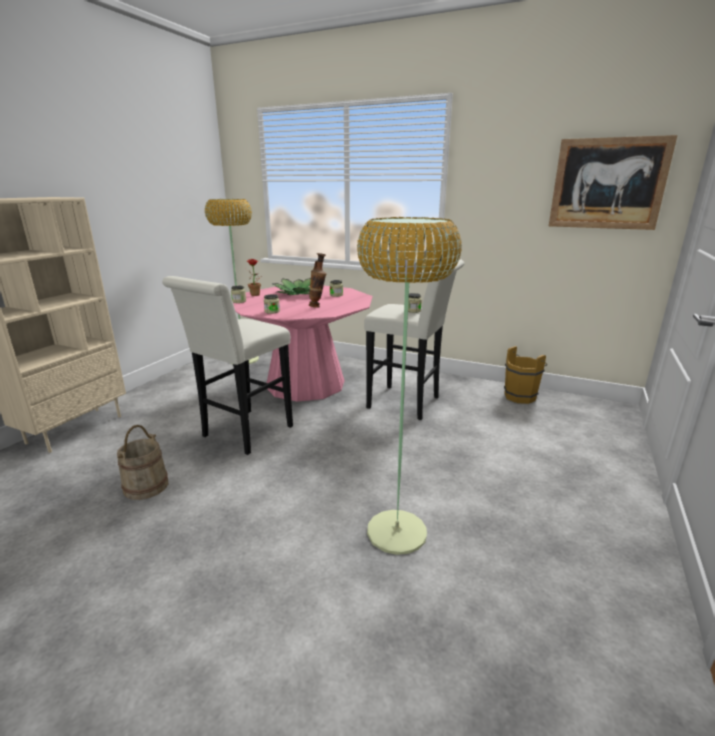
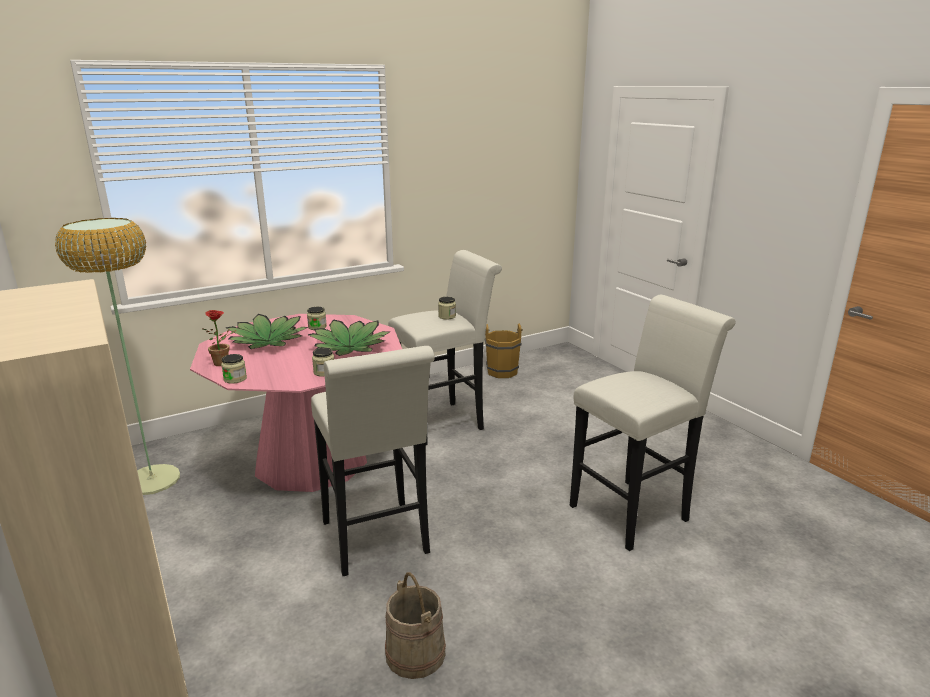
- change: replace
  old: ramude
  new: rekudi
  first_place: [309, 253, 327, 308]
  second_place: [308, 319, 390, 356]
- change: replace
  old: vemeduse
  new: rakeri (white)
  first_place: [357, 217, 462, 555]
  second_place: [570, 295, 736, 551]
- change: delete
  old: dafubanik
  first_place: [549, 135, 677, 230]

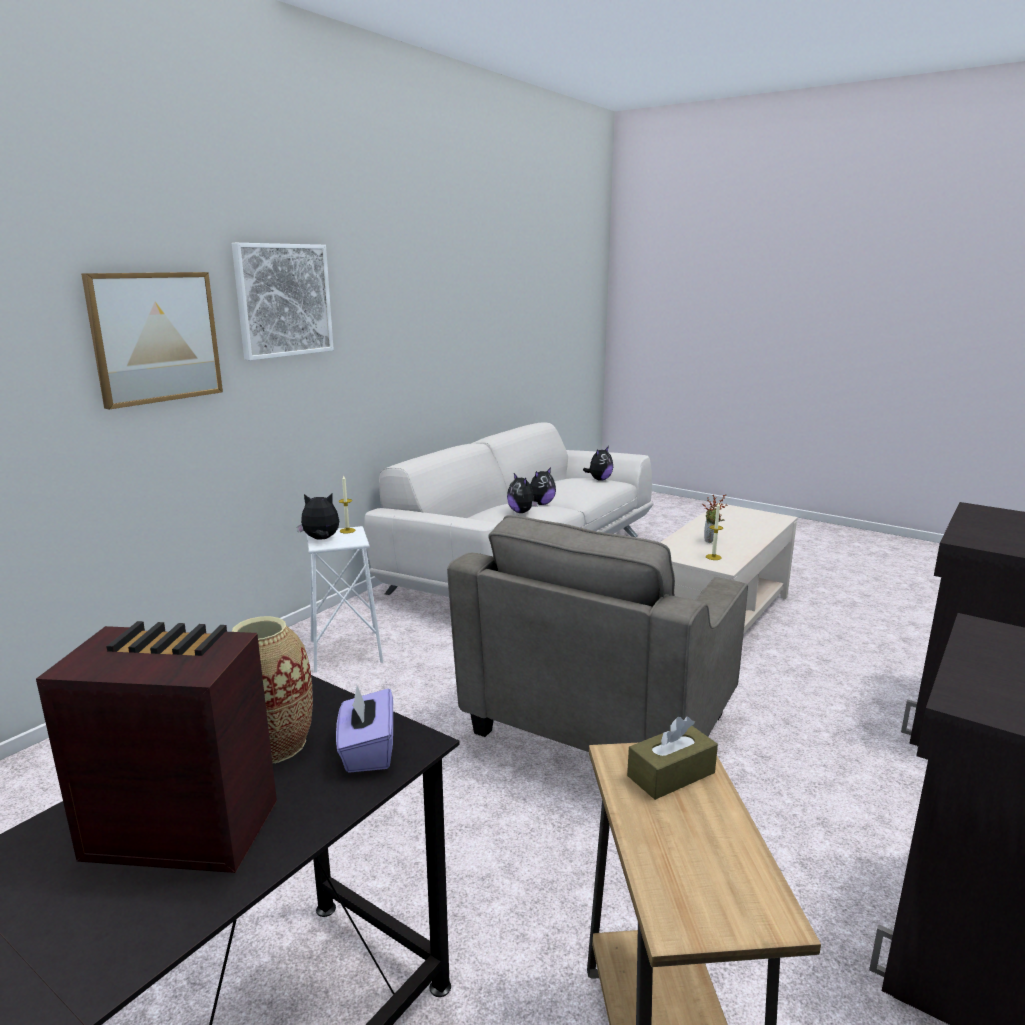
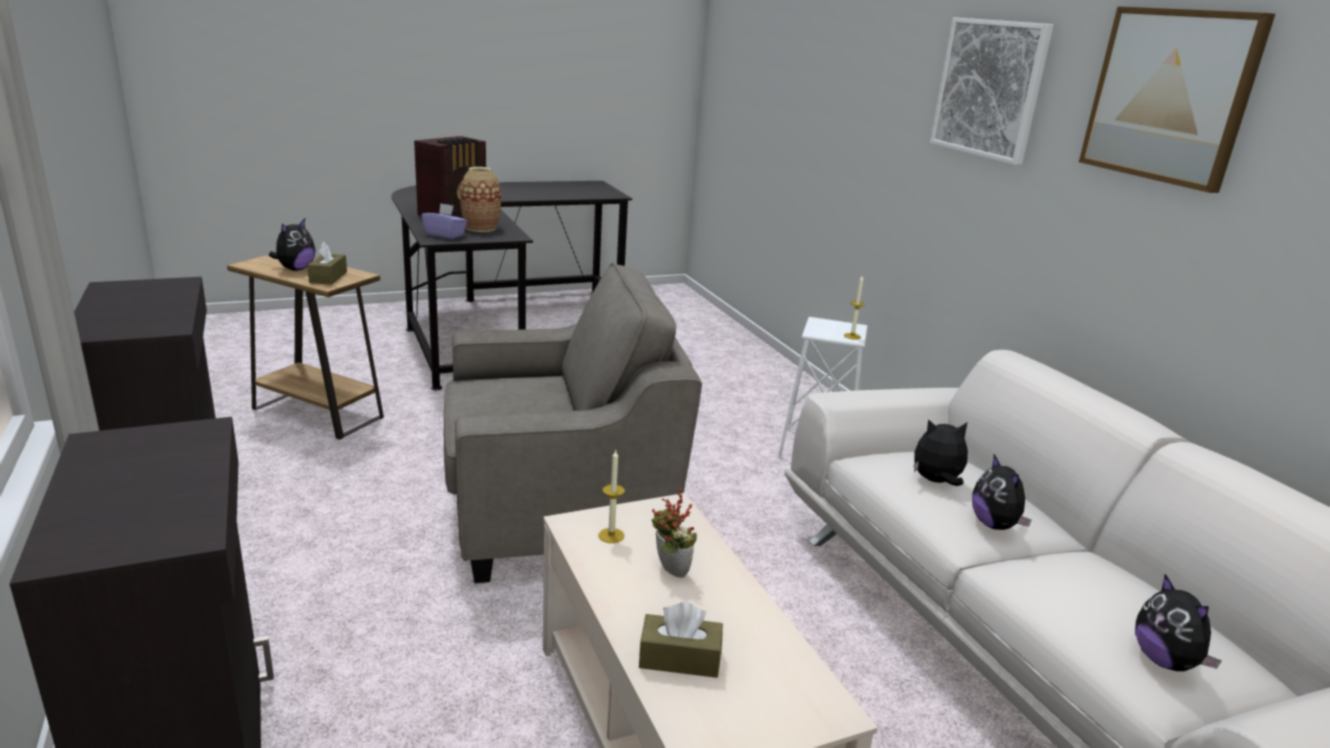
- change: move
  old: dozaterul
  first_place: [297, 494, 339, 540]
  second_place: [269, 219, 315, 271]
- change: rotate
  old: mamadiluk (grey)
  first_place: [447, 515, 748, 752]
  second_place: [444, 263, 702, 583]
  degrees: 105
- change: insert
  new: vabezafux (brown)
  second_place: [639, 602, 723, 678]
- change: move
  old: dafubanik
  first_place: [81, 272, 223, 410]
  second_place: [1079, 6, 1275, 193]

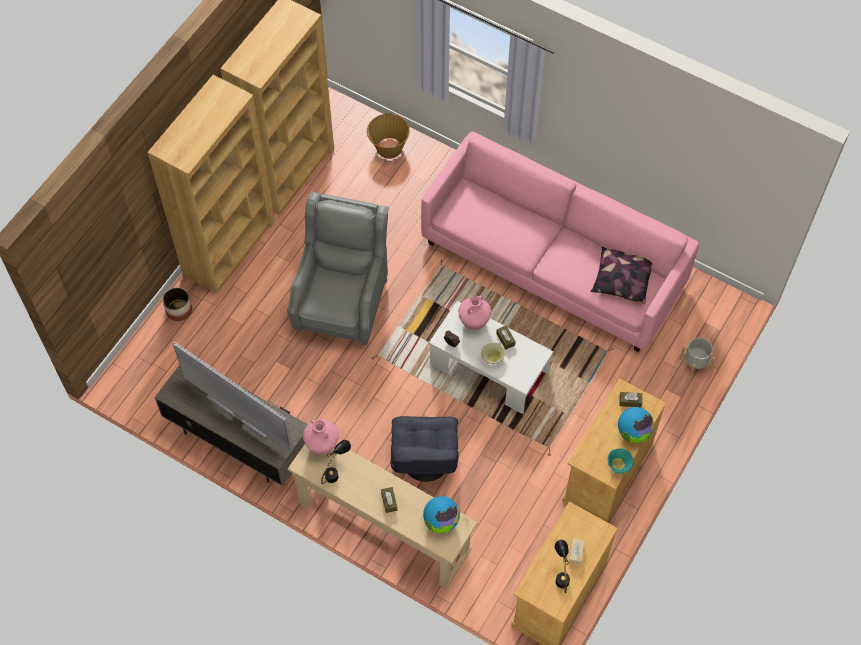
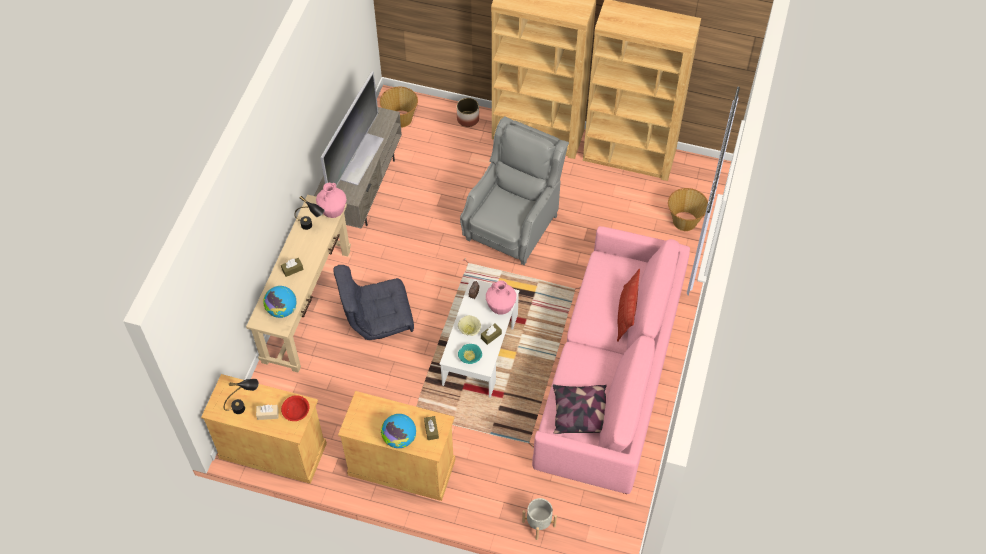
- change: insert
  new: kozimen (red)
  second_place: [281, 395, 309, 421]
- change: insert
  new: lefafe
  second_place: [380, 87, 418, 128]
- change: move
  old: kozimen (turquoise)
  first_place: [608, 449, 634, 474]
  second_place: [458, 344, 482, 364]
- change: rotate
  old: mamadiluk (grey)
  first_place: [287, 191, 389, 345]
  second_place: [460, 116, 569, 265]
  degrees: -60
- change: insert
  new: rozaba
  second_place: [617, 269, 640, 342]

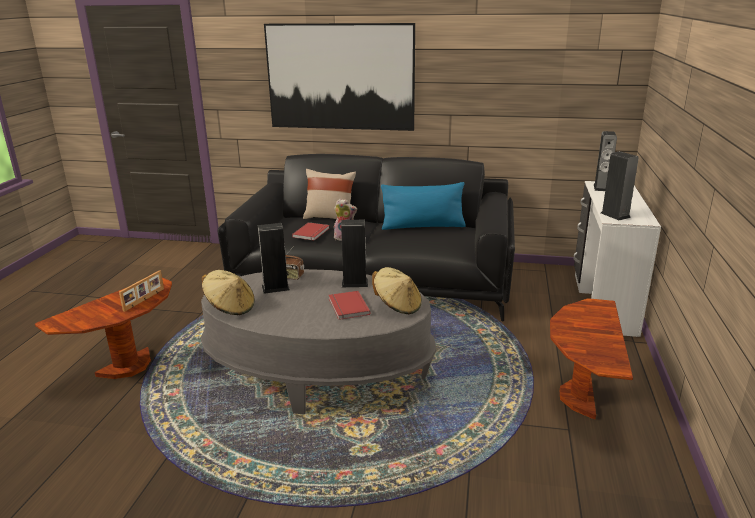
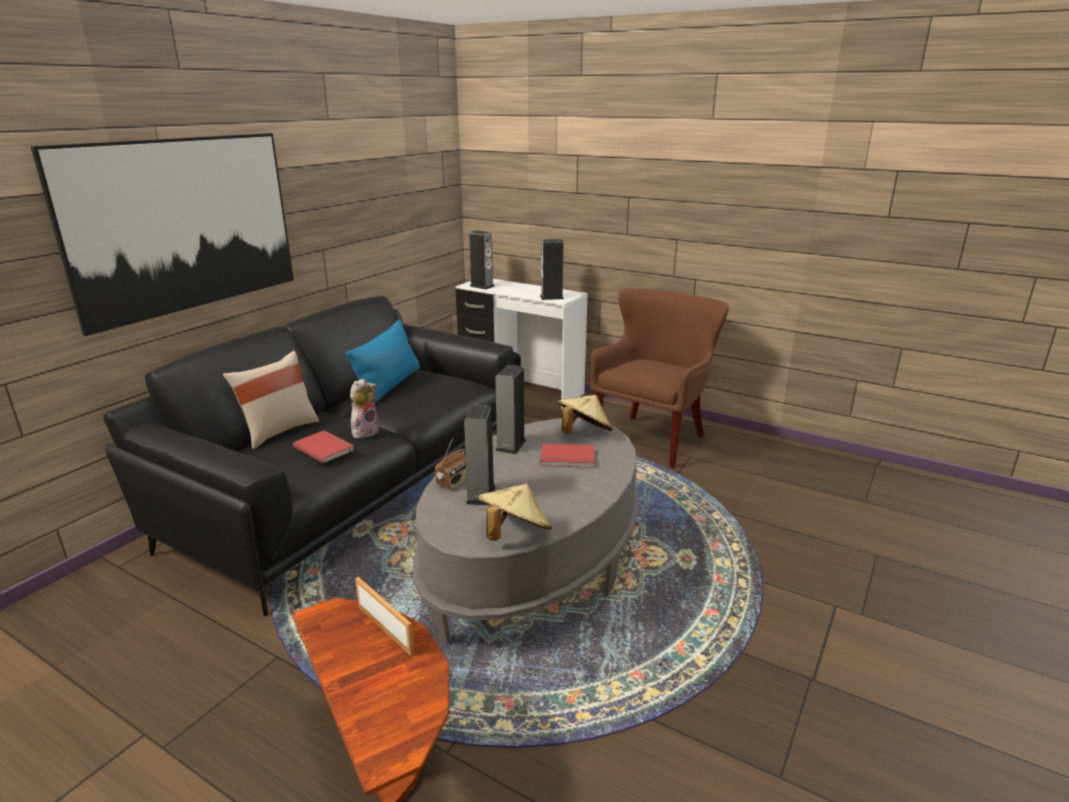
- change: replace
  old: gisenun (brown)
  new: mamadiluk (brown)
  first_place: [550, 298, 633, 419]
  second_place: [590, 288, 729, 468]

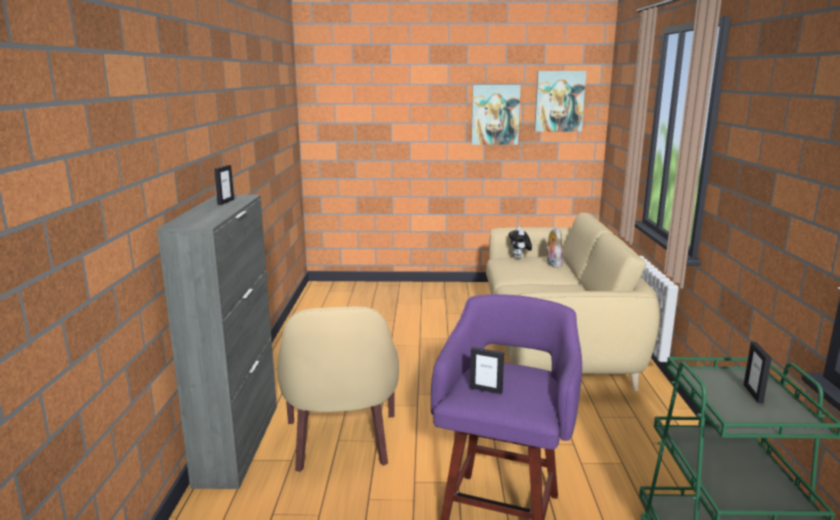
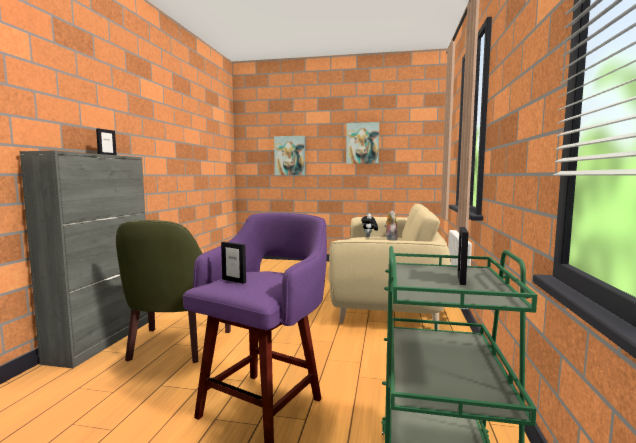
- change: recolor
  old: mamadiluk (beige)
  new: mamadiluk (green)
  first_place: [277, 306, 399, 472]
  second_place: [116, 220, 231, 363]
- change: move
  old: dafubanik
  first_place: [535, 71, 586, 132]
  second_place: [274, 136, 305, 175]

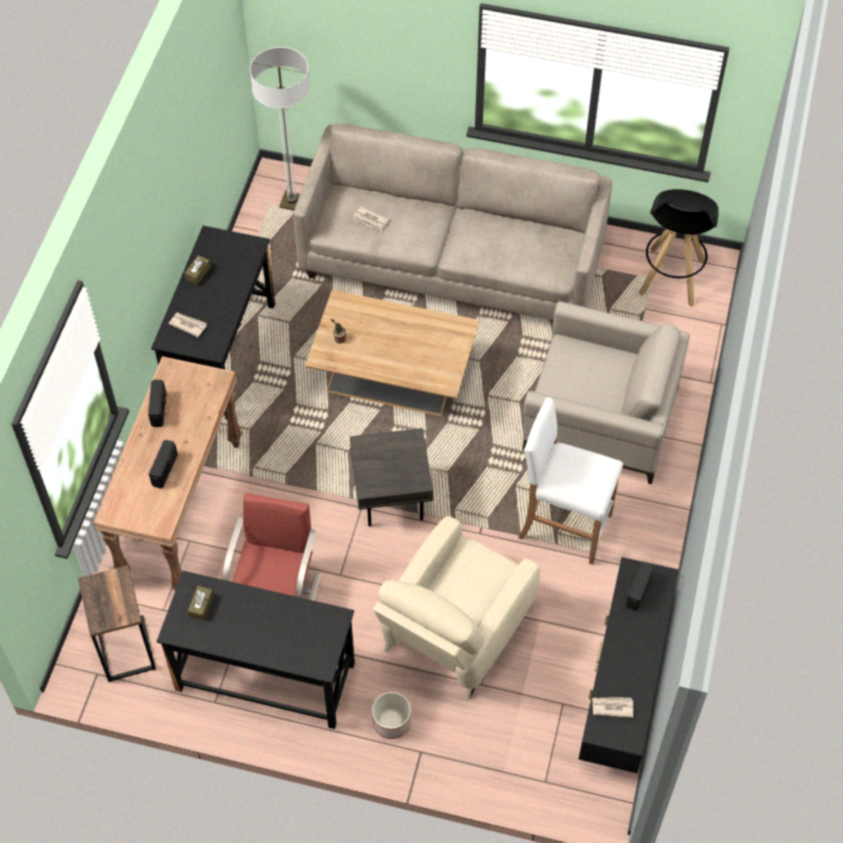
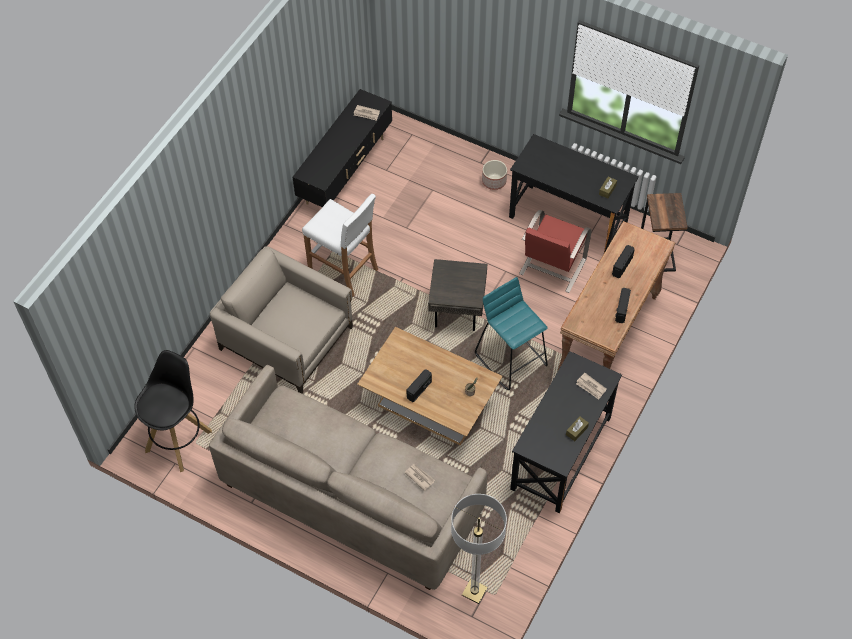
- change: move
  old: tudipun
  first_place: [626, 562, 653, 611]
  second_place: [406, 369, 432, 402]
- change: insert
  new: rakeri (turquoise)
  second_place: [475, 277, 548, 390]
- change: delete
  old: mamadiluk (beige)
  first_place: [373, 516, 540, 700]

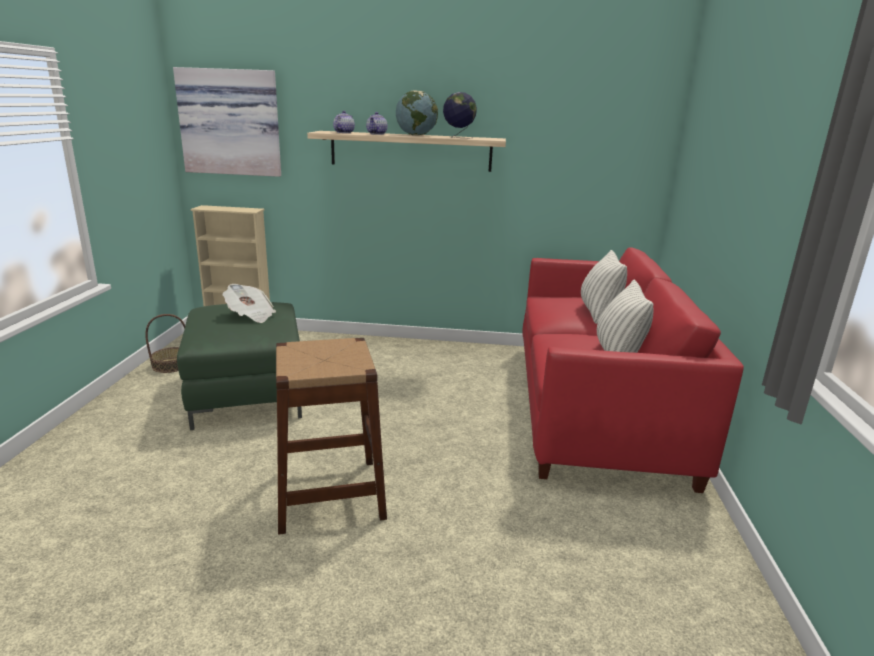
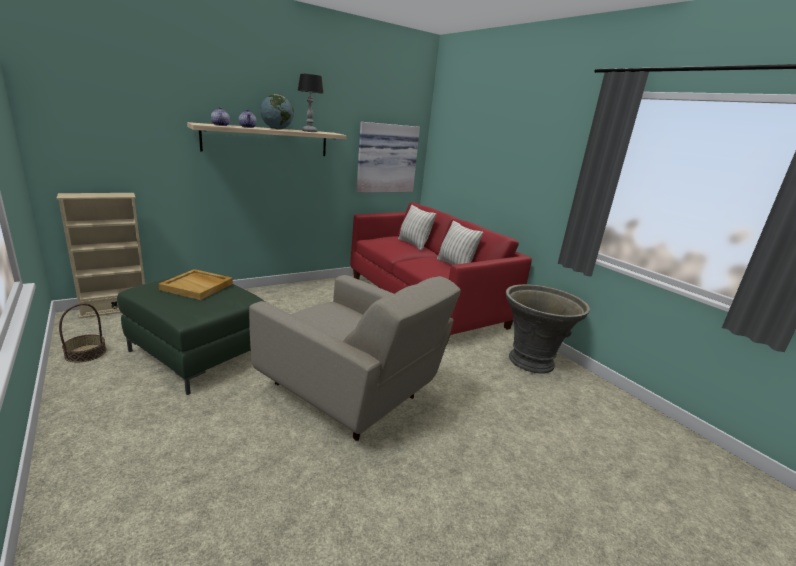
- change: replace
  old: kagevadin
  new: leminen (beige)
  first_place: [223, 284, 276, 323]
  second_place: [158, 269, 233, 300]
- change: replace
  old: rakeri (brown)
  new: mamadiluk (beige)
  first_place: [276, 338, 387, 535]
  second_place: [249, 275, 461, 441]
- change: replace
  old: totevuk
  new: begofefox
  first_place: [443, 92, 477, 138]
  second_place: [297, 73, 324, 132]
- change: move
  old: dafubanik
  first_place: [173, 67, 281, 177]
  second_place: [356, 122, 420, 193]
- change: insert
  new: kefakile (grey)
  second_place: [506, 284, 590, 373]

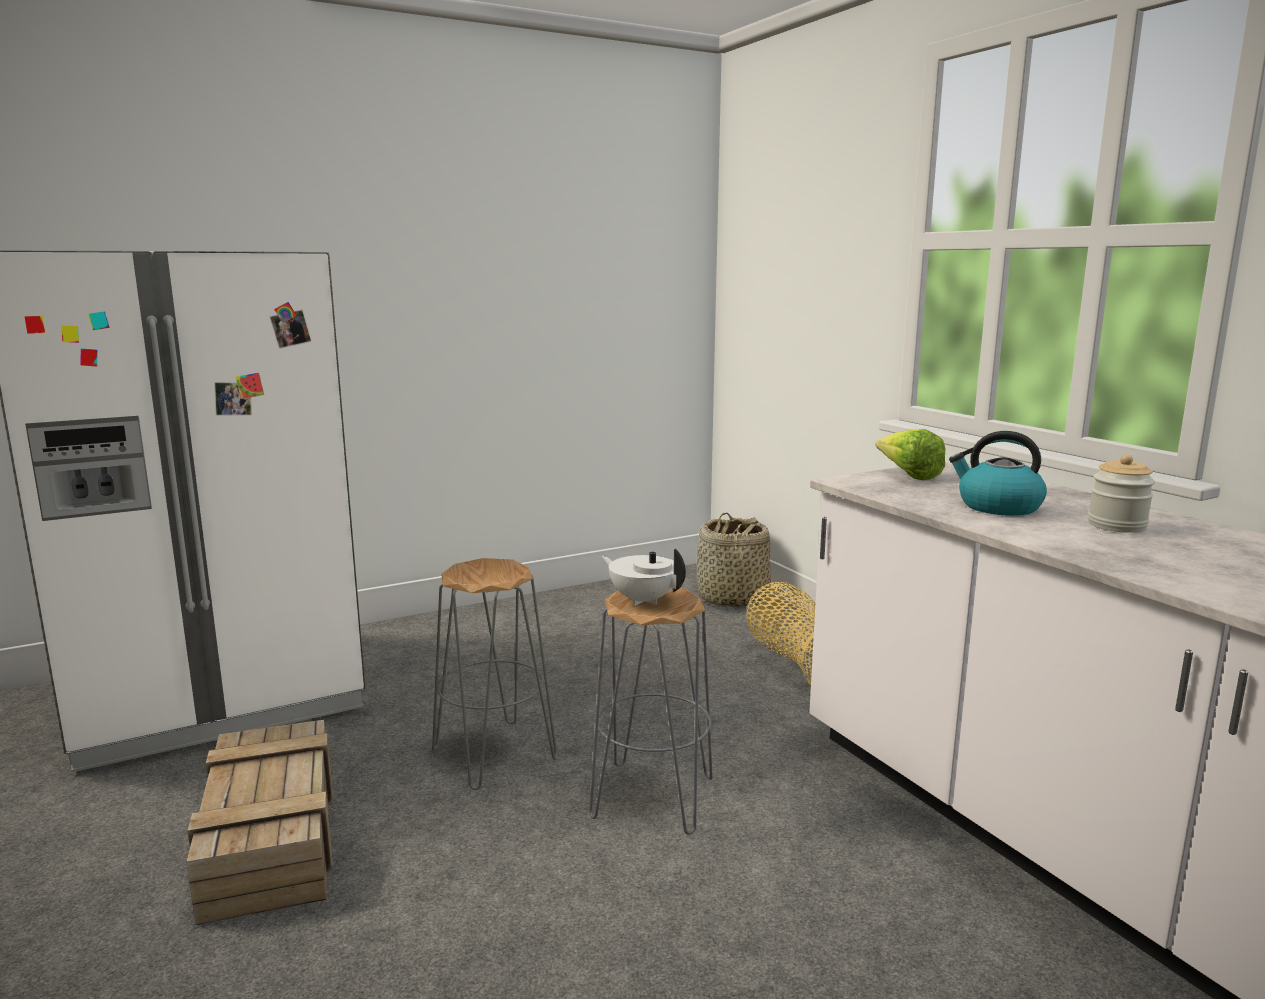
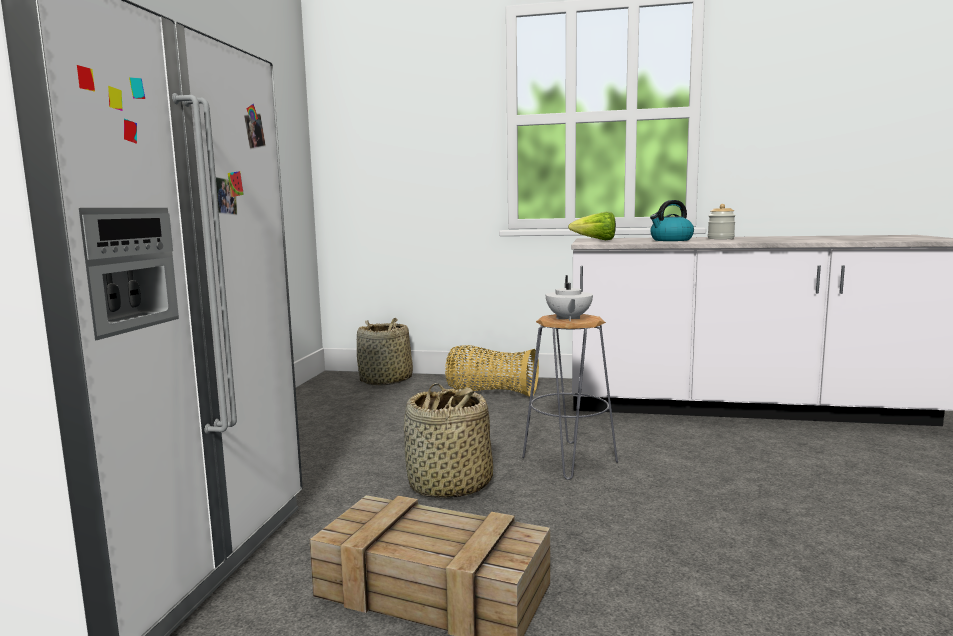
- change: replace
  old: rakeri (grey)
  new: lefafe
  first_place: [432, 558, 558, 790]
  second_place: [404, 383, 493, 499]
- change: rotate
  old: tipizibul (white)
  first_place: [601, 549, 686, 606]
  second_place: [546, 275, 593, 321]
  degrees: -75

